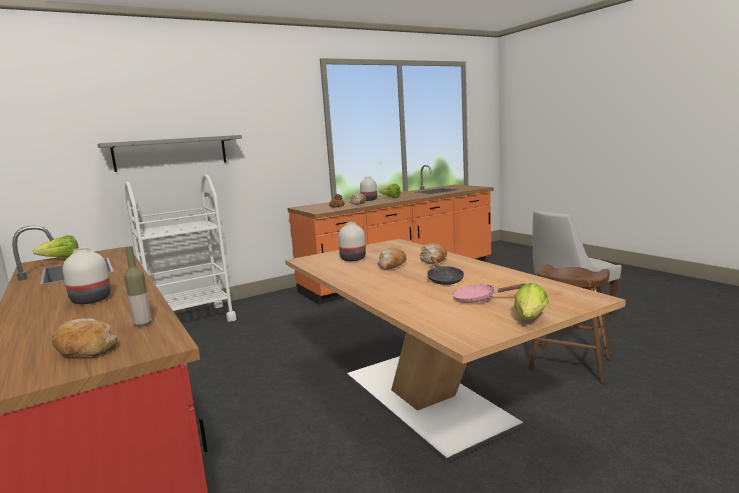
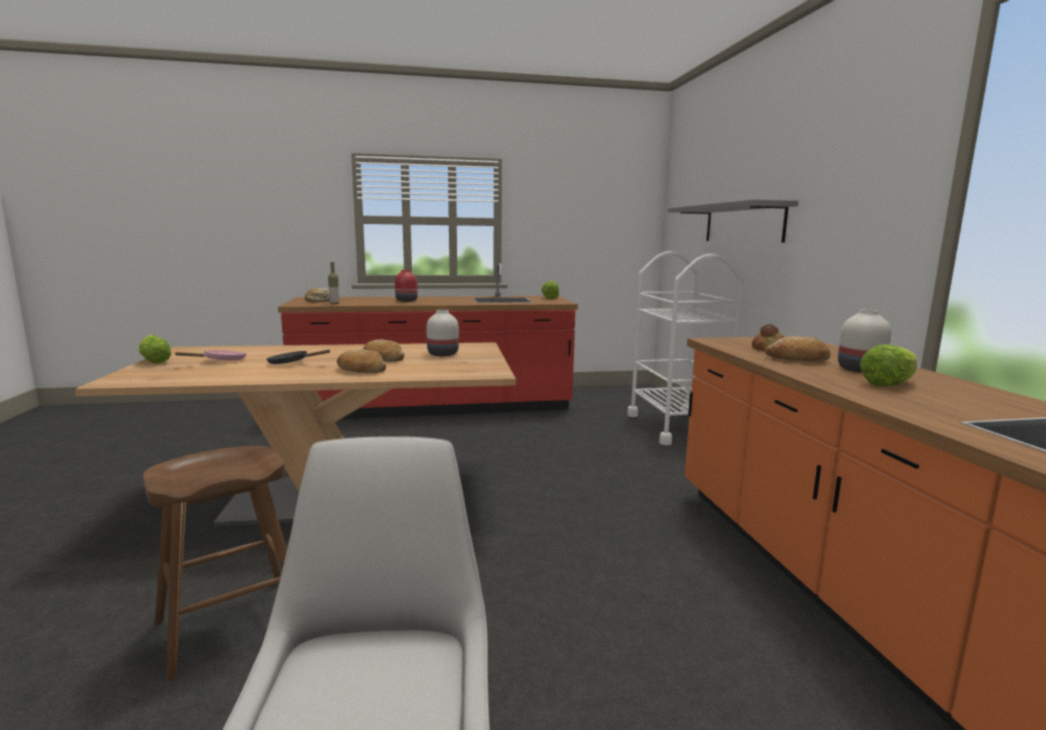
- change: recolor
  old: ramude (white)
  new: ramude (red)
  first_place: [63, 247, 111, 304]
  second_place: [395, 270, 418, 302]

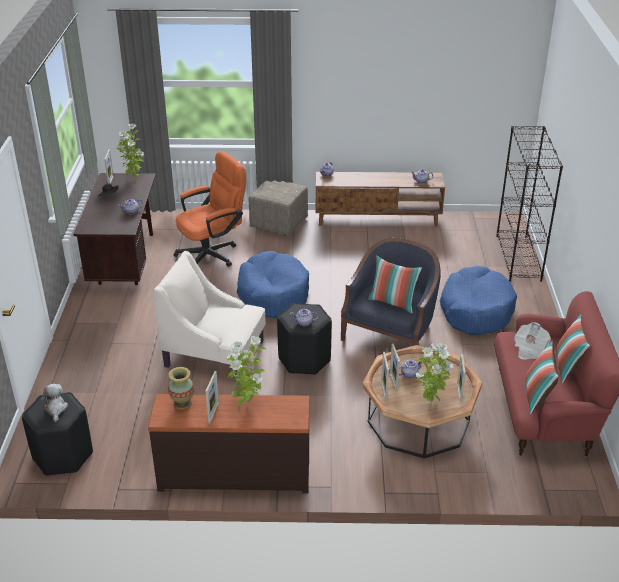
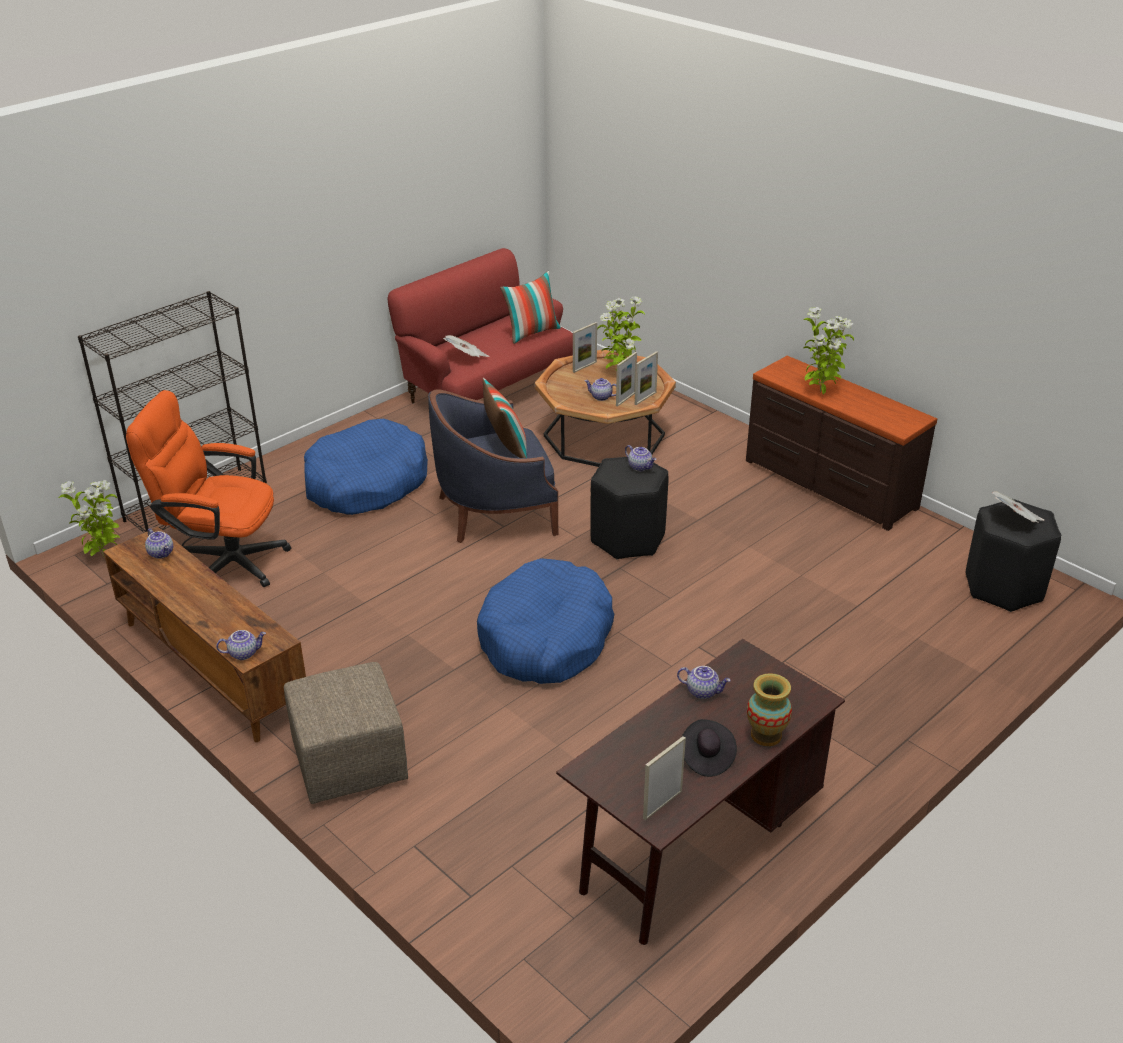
- change: move
  old: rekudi
  first_place: [115, 124, 144, 178]
  second_place: [59, 480, 120, 557]
- change: move
  old: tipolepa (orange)
  first_place: [173, 151, 246, 267]
  second_place: [126, 390, 291, 587]
- change: move
  old: ramude
  first_place: [168, 367, 194, 410]
  second_place: [747, 673, 792, 746]
- change: replace
  old: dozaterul
  new: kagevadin
  first_place: [41, 384, 68, 422]
  second_place: [992, 491, 1044, 523]
- change: delete
  old: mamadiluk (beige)
  first_place: [153, 251, 266, 380]
- change: delete
  old: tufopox
  first_place: [206, 371, 219, 423]
- change: delete
  old: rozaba
  first_place: [556, 314, 590, 384]

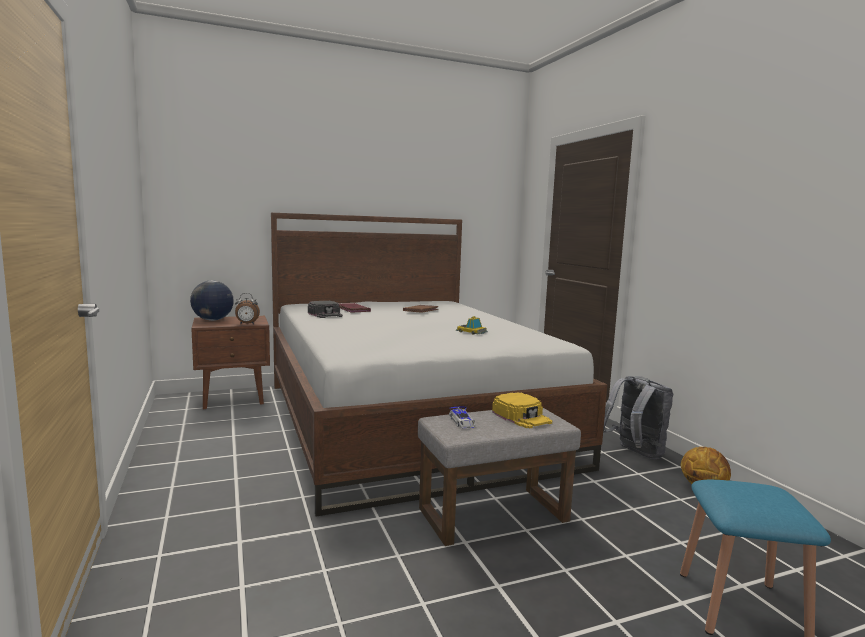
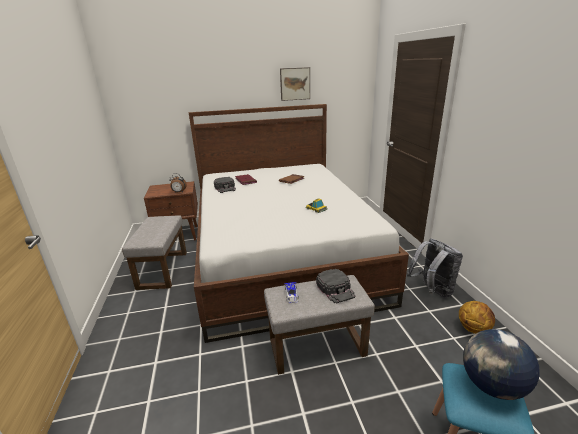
- change: insert
  new: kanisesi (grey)
  second_place: [122, 215, 187, 290]
- change: insert
  new: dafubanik
  second_place: [280, 67, 310, 101]
- change: recolor
  old: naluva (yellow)
  new: naluva (black)
  first_place: [492, 392, 552, 429]
  second_place: [316, 269, 355, 304]
- change: move
  old: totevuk
  first_place: [190, 281, 234, 321]
  second_place: [463, 329, 540, 400]

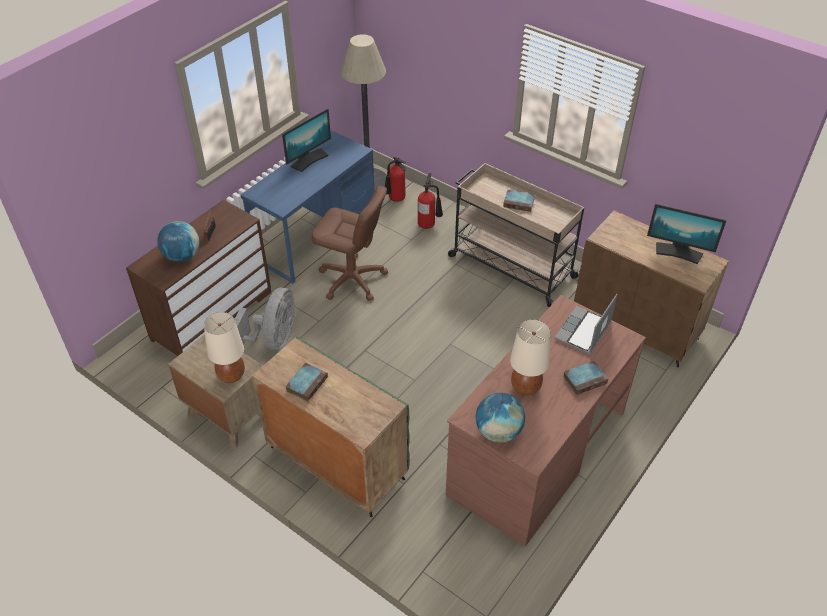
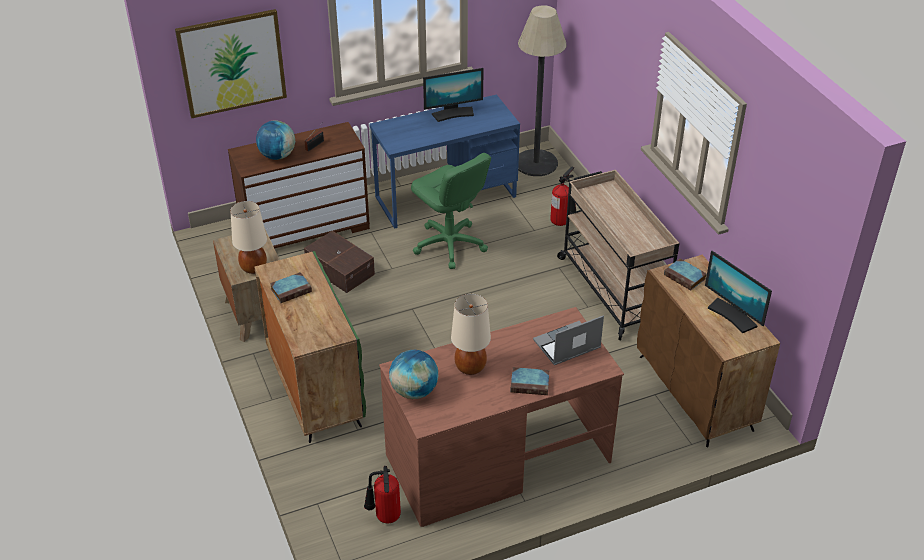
- change: insert
  new: dafubanik
  second_place: [175, 9, 287, 118]
- change: replace
  old: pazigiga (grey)
  new: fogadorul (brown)
  first_place: [234, 288, 295, 350]
  second_place: [304, 231, 375, 293]
- change: move
  old: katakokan
  first_place: [385, 157, 406, 202]
  second_place: [364, 466, 401, 523]
- change: recolor
  old: tipolepa (brown)
  new: tipolepa (green)
  first_place: [311, 186, 388, 301]
  second_place: [411, 153, 491, 269]
- change: move
  old: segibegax
  first_place: [503, 190, 535, 212]
  second_place: [664, 258, 707, 291]

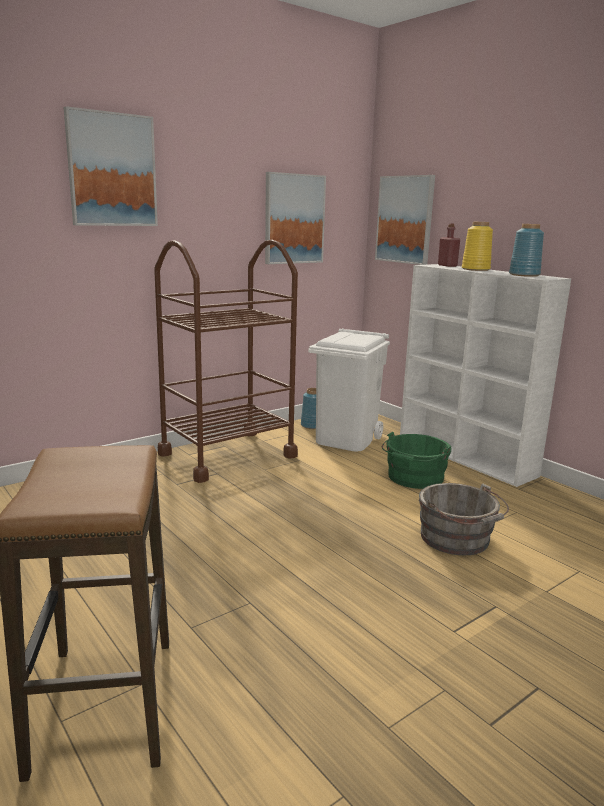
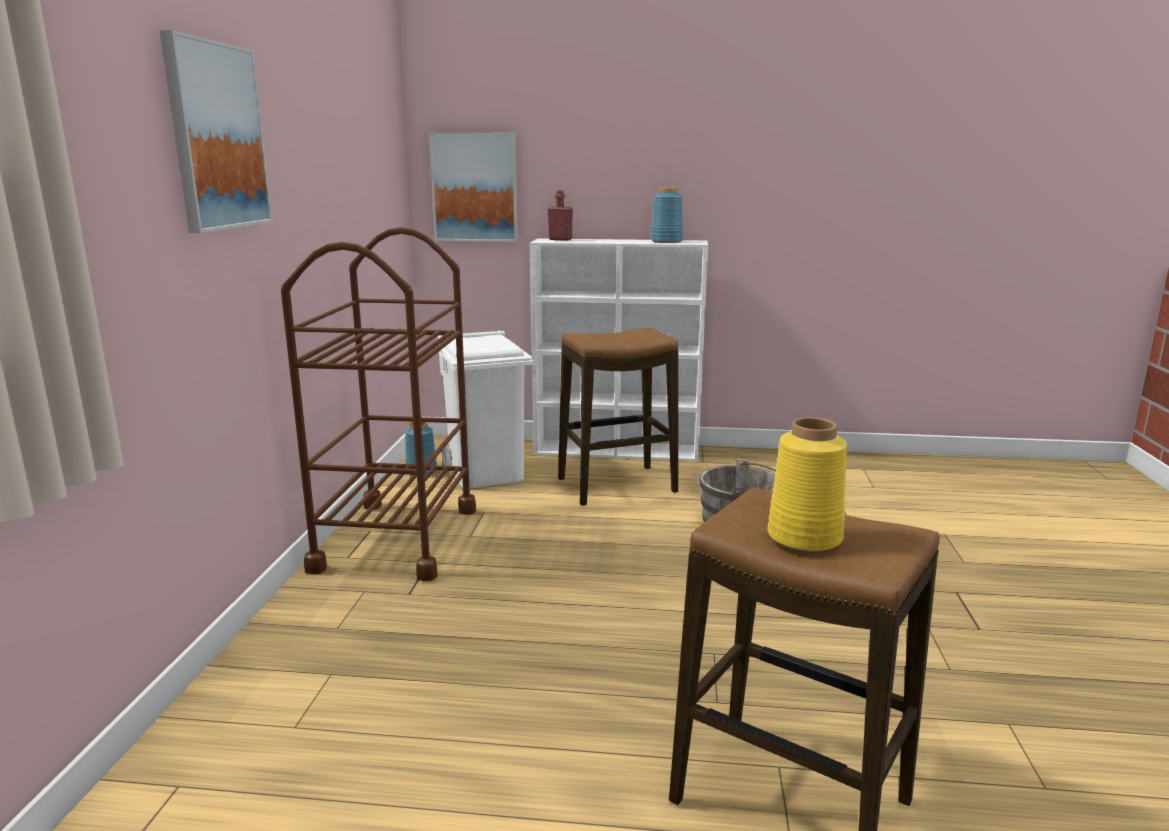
- change: replace
  old: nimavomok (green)
  new: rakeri
  first_place: [382, 432, 451, 489]
  second_place: [558, 328, 678, 506]
- change: move
  old: ramude (yellow)
  first_place: [462, 222, 493, 271]
  second_place: [767, 417, 847, 552]
- change: delete
  old: dafubanik
  first_place: [265, 172, 326, 264]

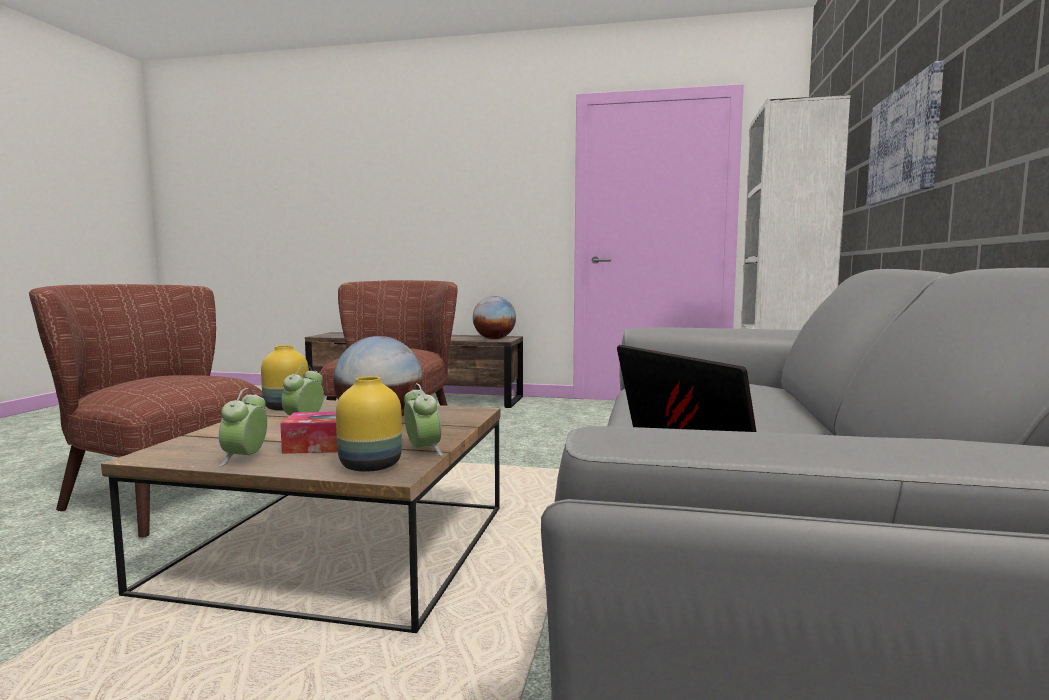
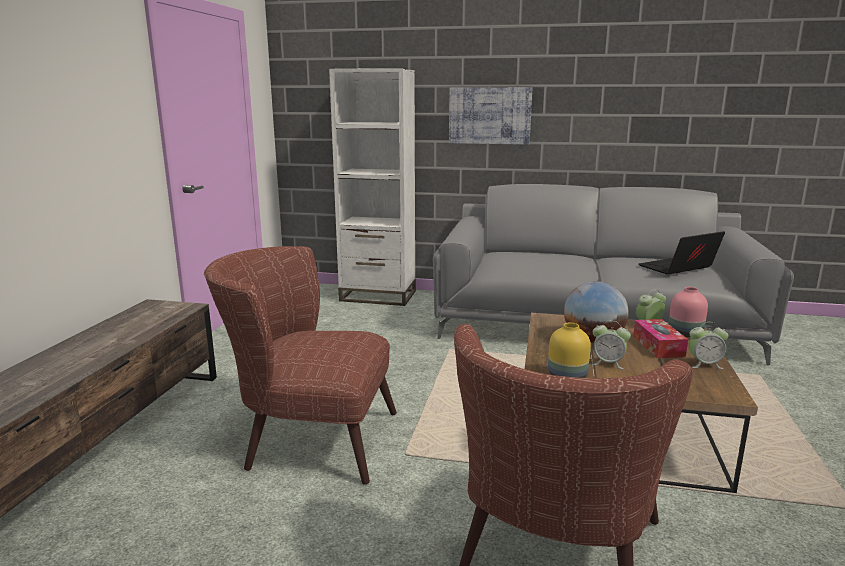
- change: recolor
  old: ramude (yellow)
  new: ramude (pink)
  first_place: [336, 376, 402, 472]
  second_place: [669, 287, 708, 338]
- change: delete
  old: totevuk
  first_place: [473, 296, 516, 339]

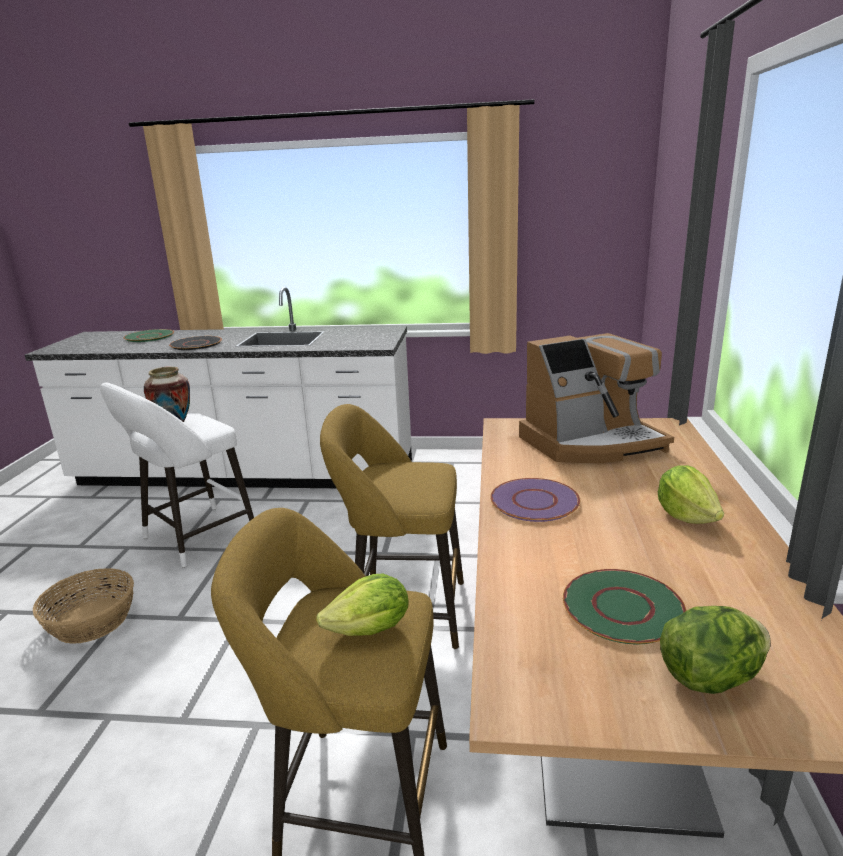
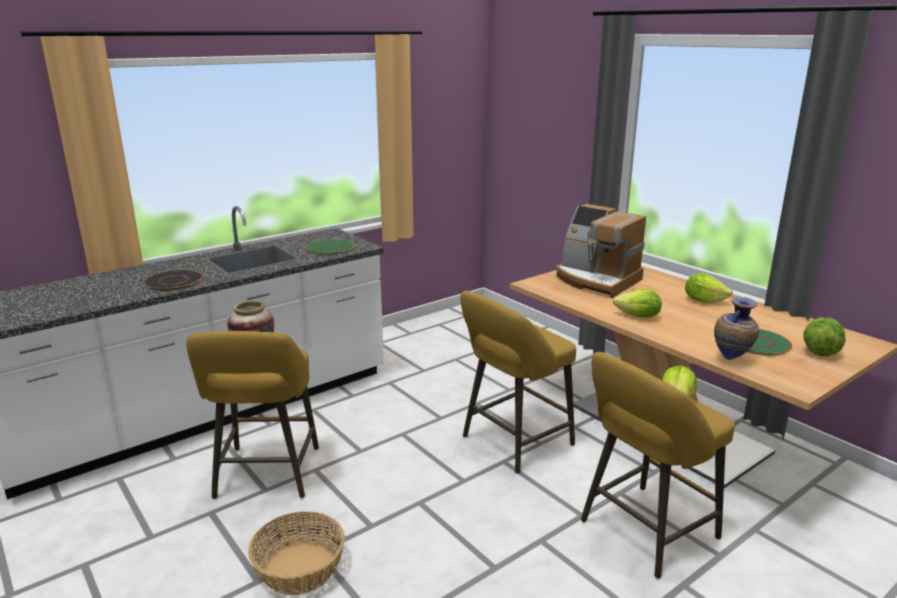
- change: recolor
  old: rakeri (white)
  new: rakeri (yellow)
  first_place: [100, 383, 254, 568]
  second_place: [186, 331, 319, 499]
- change: move
  old: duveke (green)
  first_place: [124, 329, 174, 342]
  second_place: [305, 239, 355, 255]
- change: rotate
  old: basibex
  first_place: [519, 333, 674, 463]
  second_place: [556, 204, 646, 298]
  degrees: 105
- change: replace
  old: duveke (purple)
  new: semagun
  first_place: [490, 478, 580, 522]
  second_place: [613, 289, 662, 317]
- change: insert
  new: ramude
  second_place: [714, 297, 759, 360]

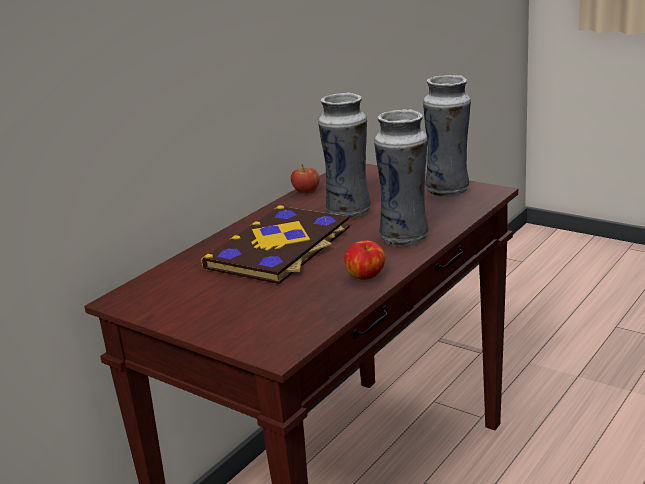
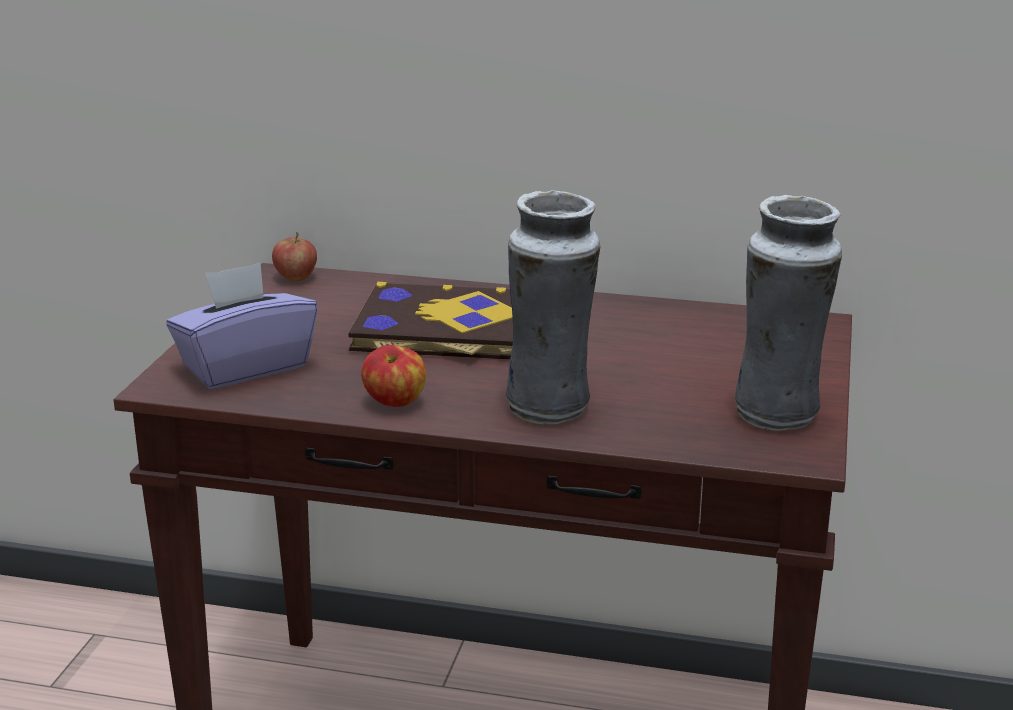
- change: insert
  new: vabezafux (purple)
  second_place: [166, 263, 318, 389]
- change: move
  old: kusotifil
  first_place: [291, 164, 320, 194]
  second_place: [272, 232, 317, 282]
- change: delete
  old: ramude
  first_place: [318, 93, 371, 219]

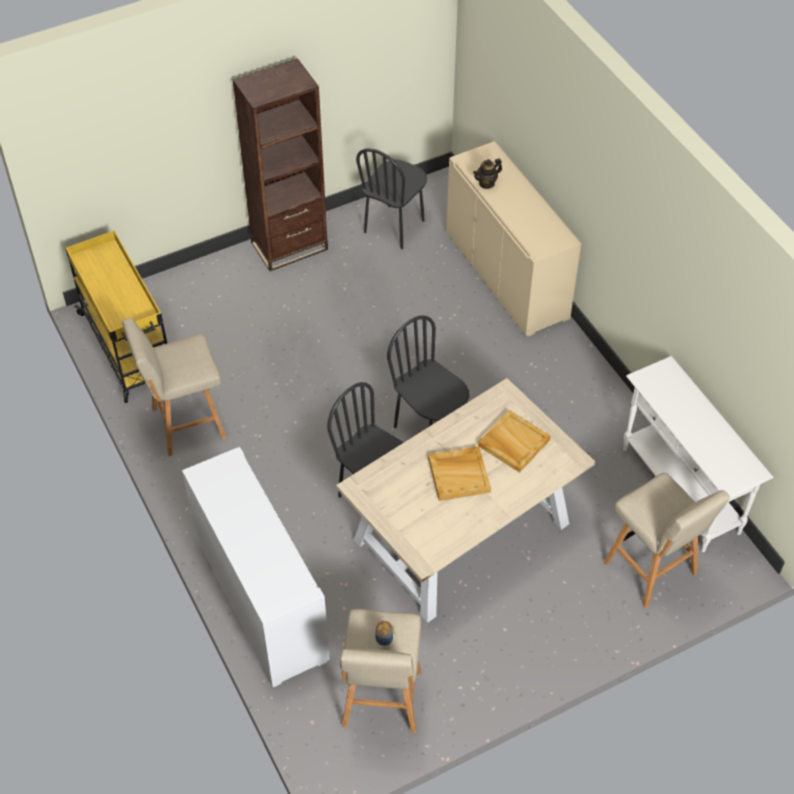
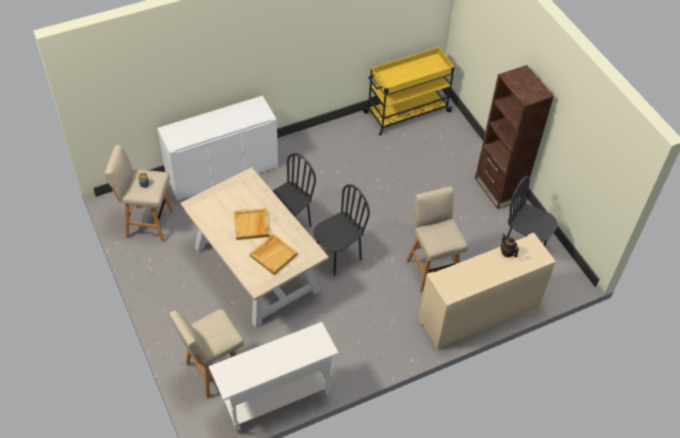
- change: move
  old: rakeri (beige)
  first_place: [122, 318, 226, 456]
  second_place: [406, 186, 468, 292]

